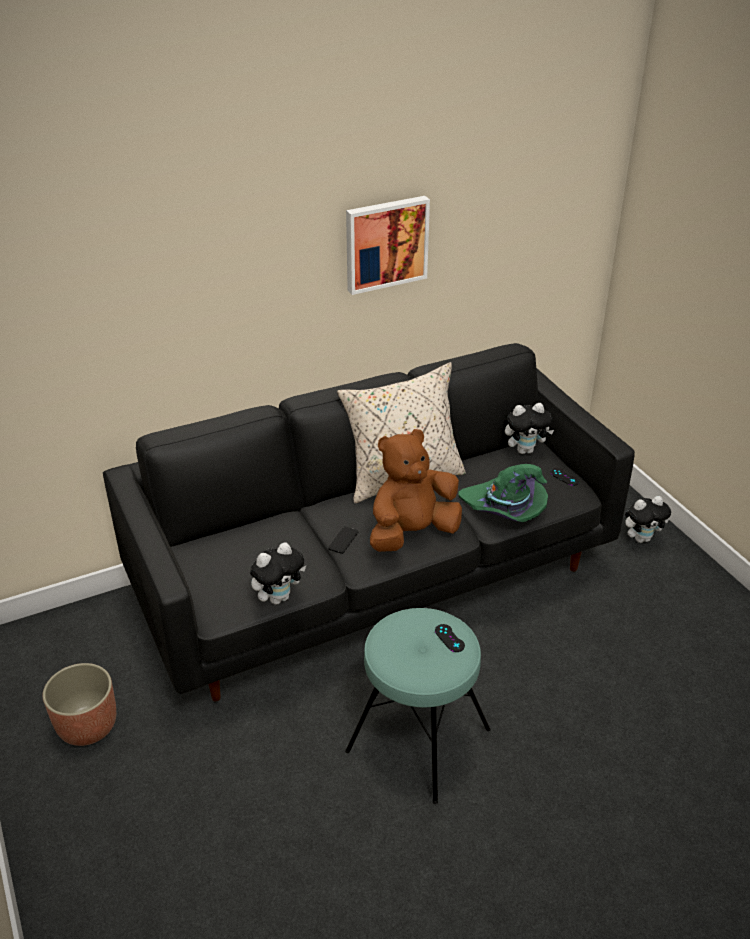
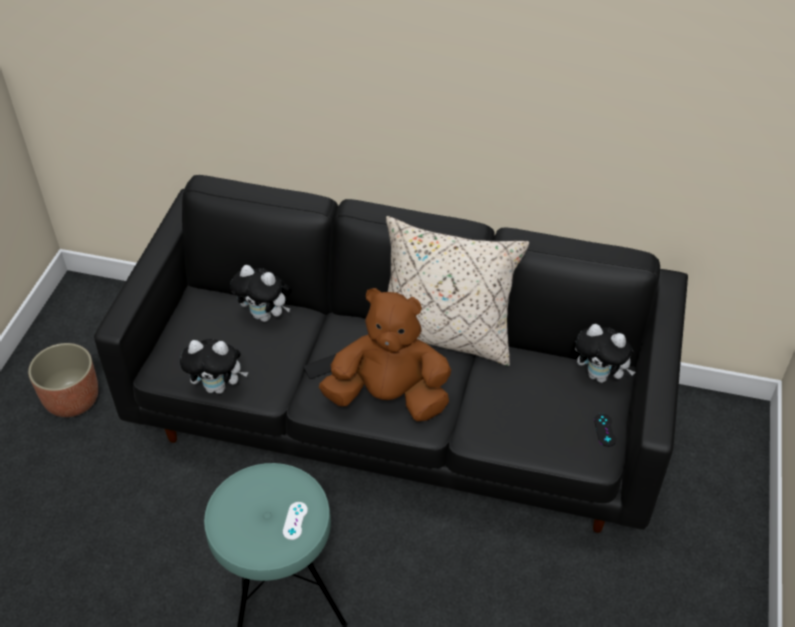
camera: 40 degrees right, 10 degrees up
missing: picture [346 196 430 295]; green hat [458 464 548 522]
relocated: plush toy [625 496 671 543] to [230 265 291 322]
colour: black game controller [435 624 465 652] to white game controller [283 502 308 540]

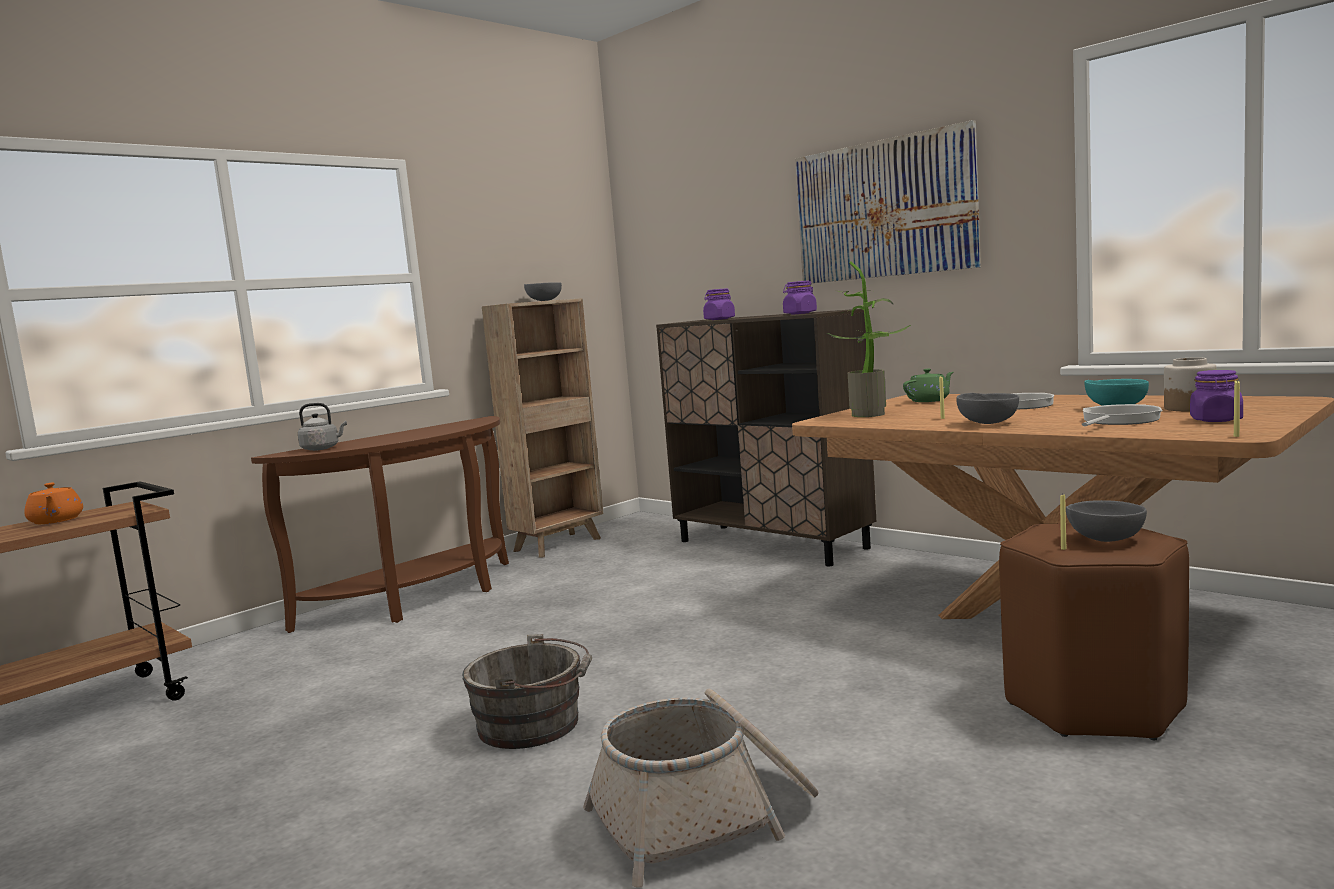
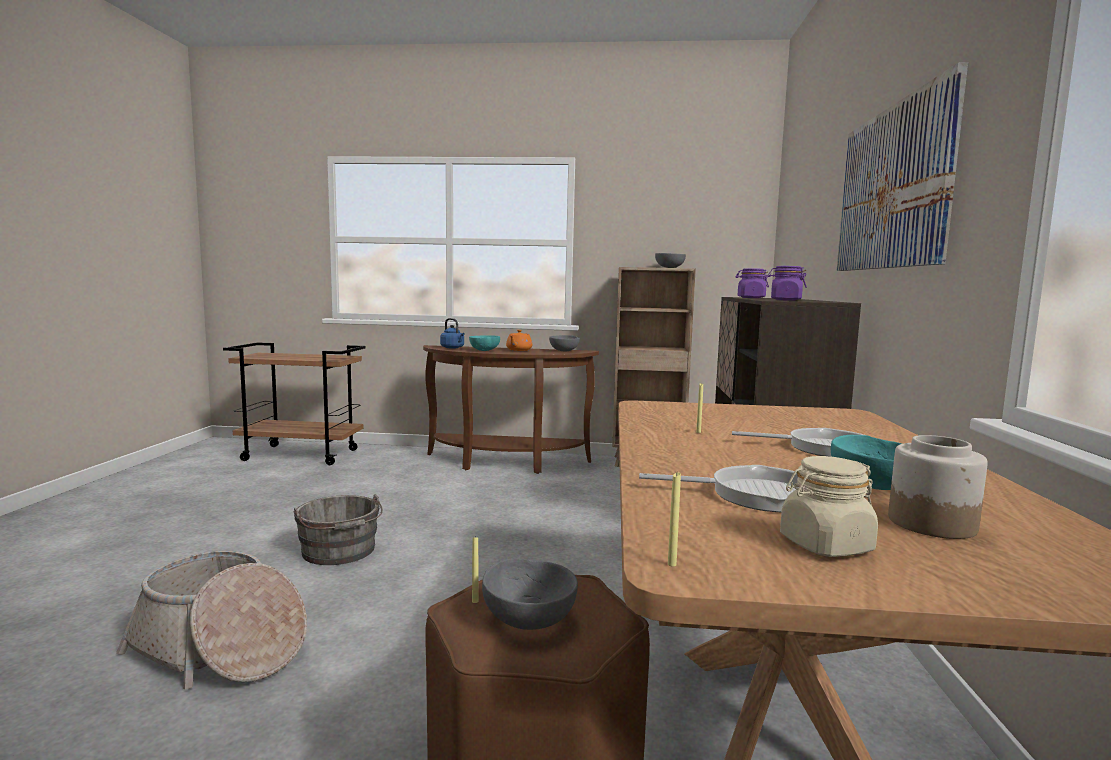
camera: 50 degrees right, 0 degrees up
missing: potted plant [826 261 911 417]; green teapot [903 369 953 402]
appeared: turquoise bowl [469 335 500 351]
relocated: orange teapot [24 483 83 524] to [506 330 532 351]; grey bowl [956 393 1019 424] to [549 335 580 351]
colour: grey kettle [298 403 347 451] to blue kettle [440 318 465 348]; purple jar [1190 370 1243 422] to beige jar [780 456 878 557]

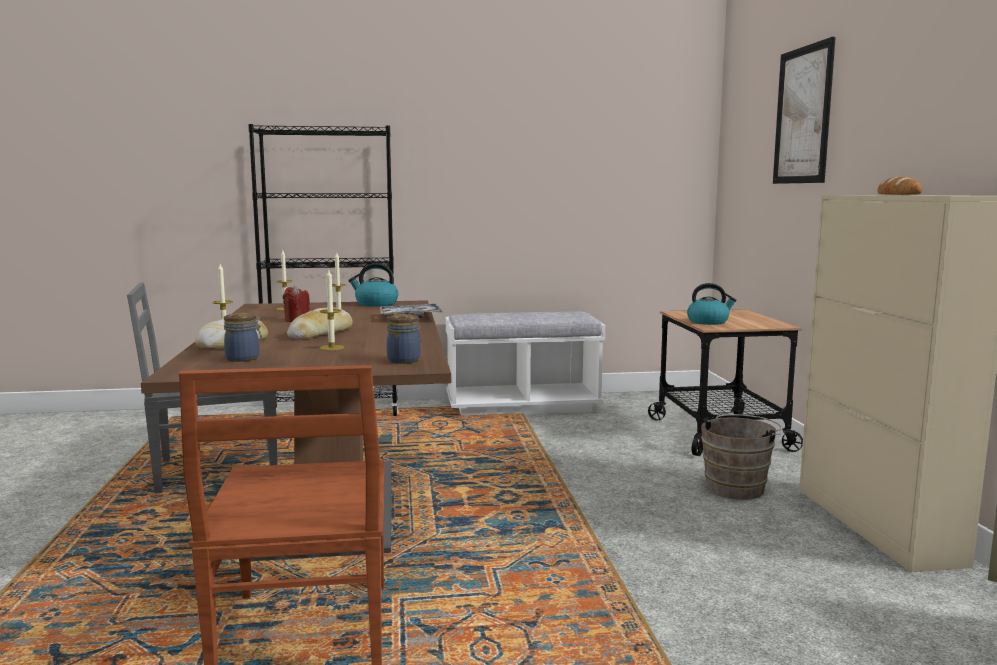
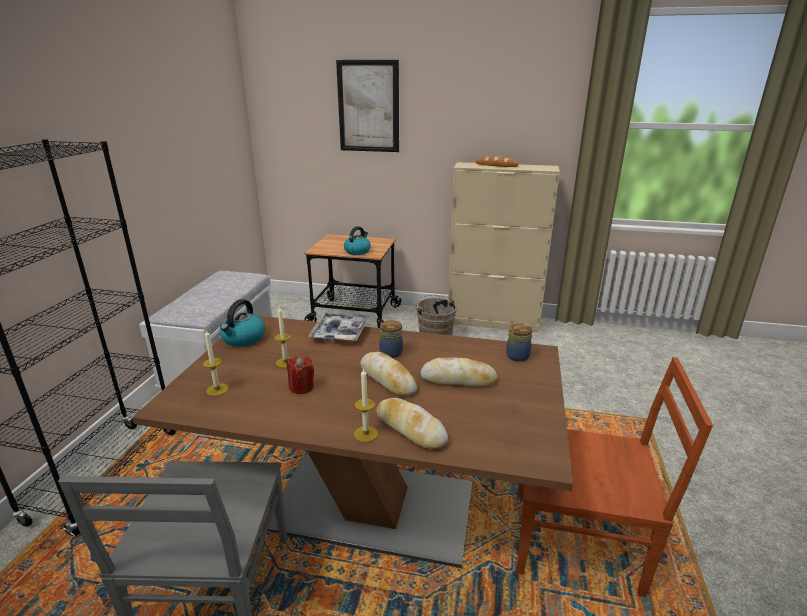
camera: 70 degrees left, 15 degrees up
relocated: jar [224 313 263 362] to [379 320 403 358]
exchanged: candle [319 270 344 351] to bread [421 357 497 387]

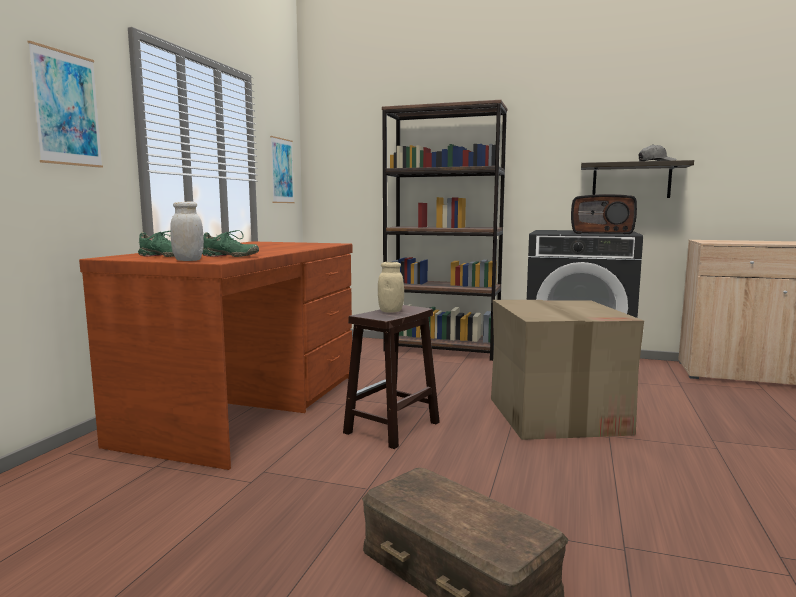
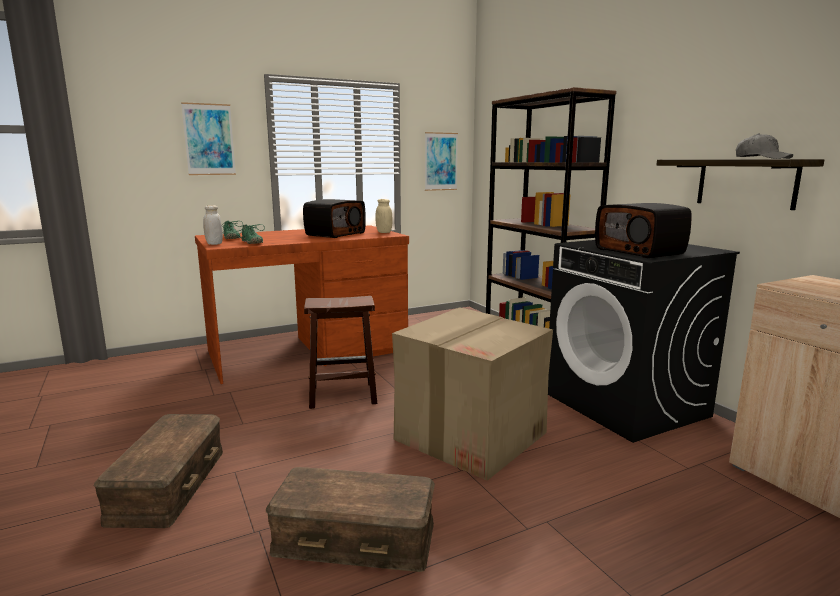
camera: 45 degrees right, 5 degrees up
appeared: brown storage box [266 467 435 572]; radio [303 199 366 238]
relocated: beige jar [378 262 404 312] to [376 199 392 233]

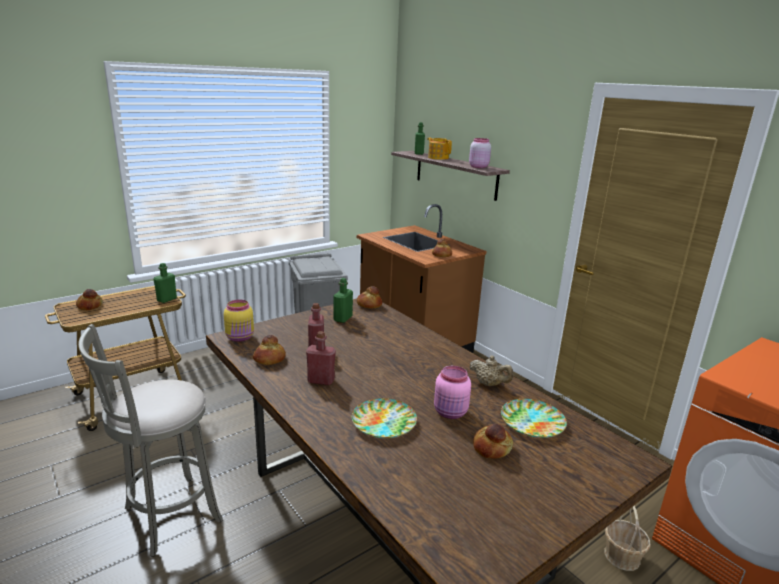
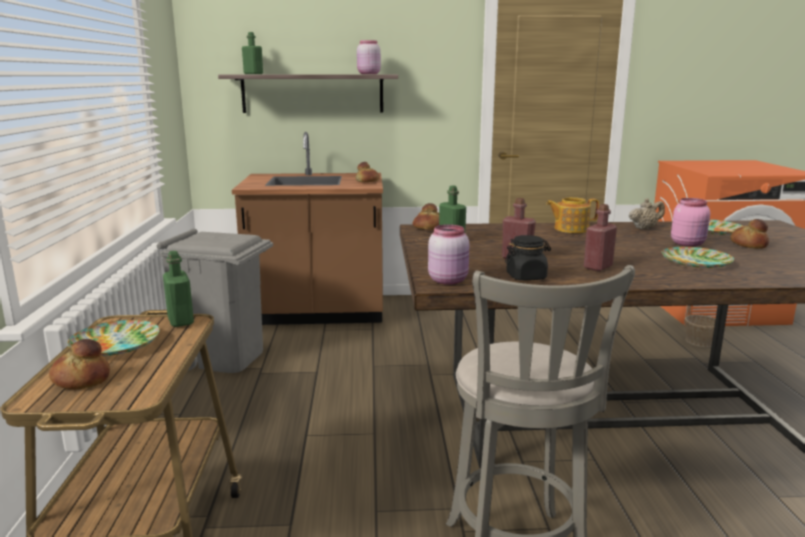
camera: 55 degrees left, 5 degrees down
appeared: plate [67 320 160 356]
relocated: teapot [427 138 452 160] to [546 197 599 233]
exchanged: bread [253 335 286 365] to black jar [505 235 551 280]
colour: yellow jar [224 299 254 342] to pink jar [428 224 469 285]

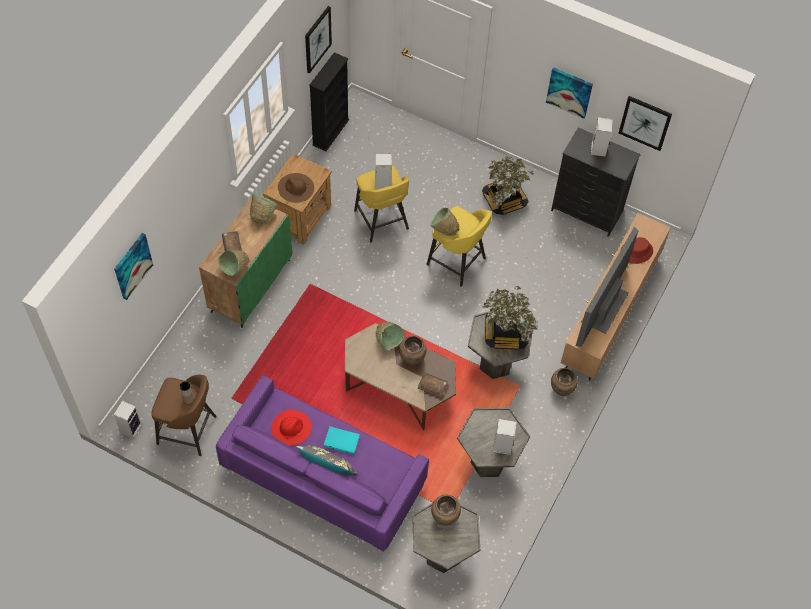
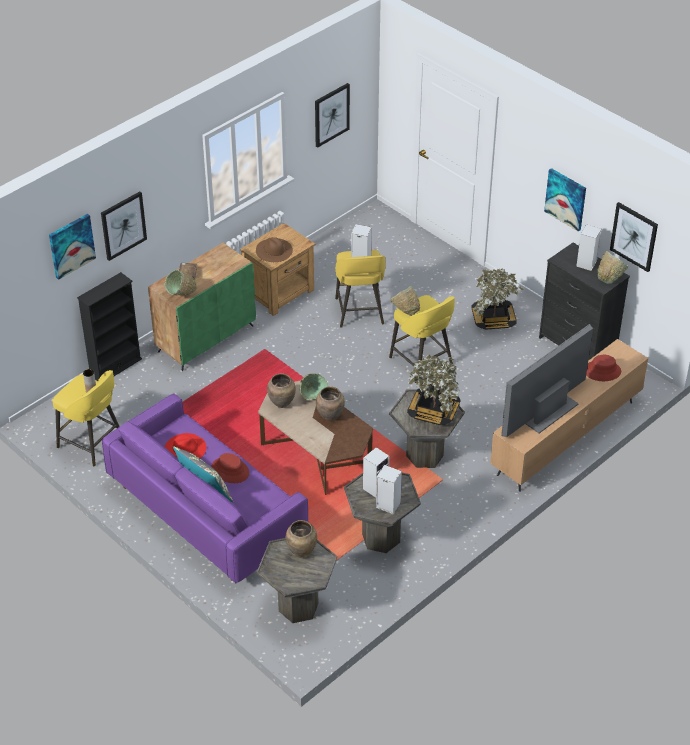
camera: 20 degrees right, 15 degrees down
missing: brown book [418 373 448 398]
appeared: picture [101 192 147 261]
relocated: speaker [113 401 142 439] to [363 447 389 498]; green bowl [250 194 277 224] to [597 251 628 284]; black bookcase [309 52 349 151] to [77 272 142 381]; brown vase [551 368 578 396] to [267 373 296 408]
exchanged: turquoise book [323 427 360 454] to red hat [212 453 249 483]
colour: brown stool [151 375 216 456] to yellow stool [53 370 120 466]

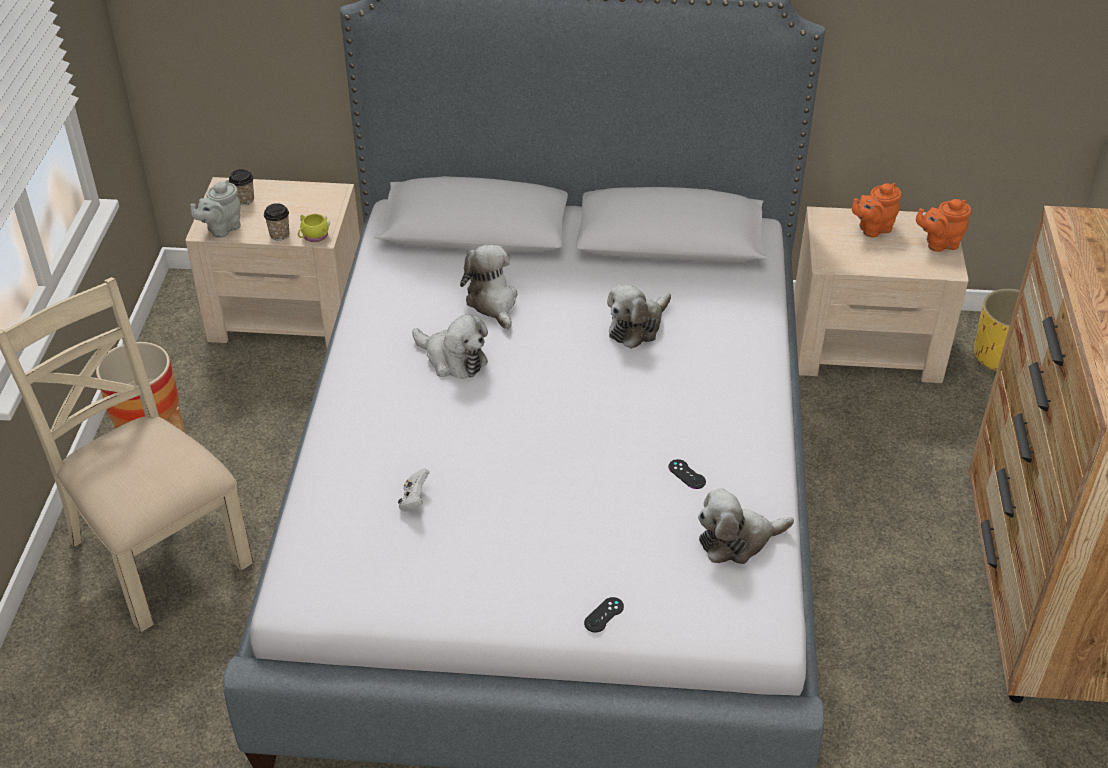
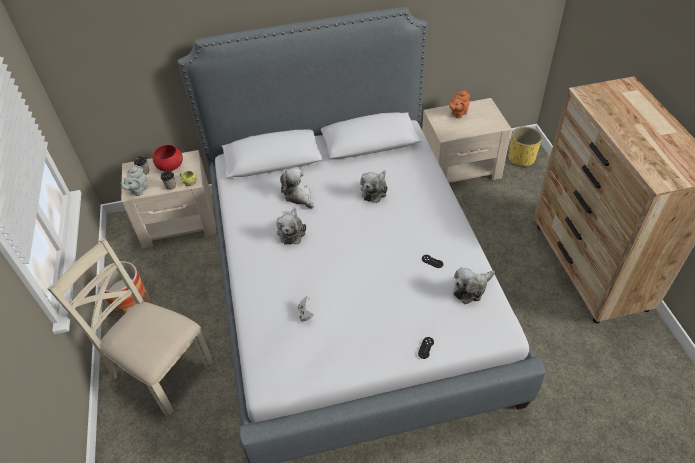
camera: 15 degrees left, 5 degrees up
missing: orange teapot [916 199 971 252]
appeared: red bowl [153 145 183 171]
spun: plush toy [412 314 488 379] = [276 208 306 244] 75 degrees clockwise

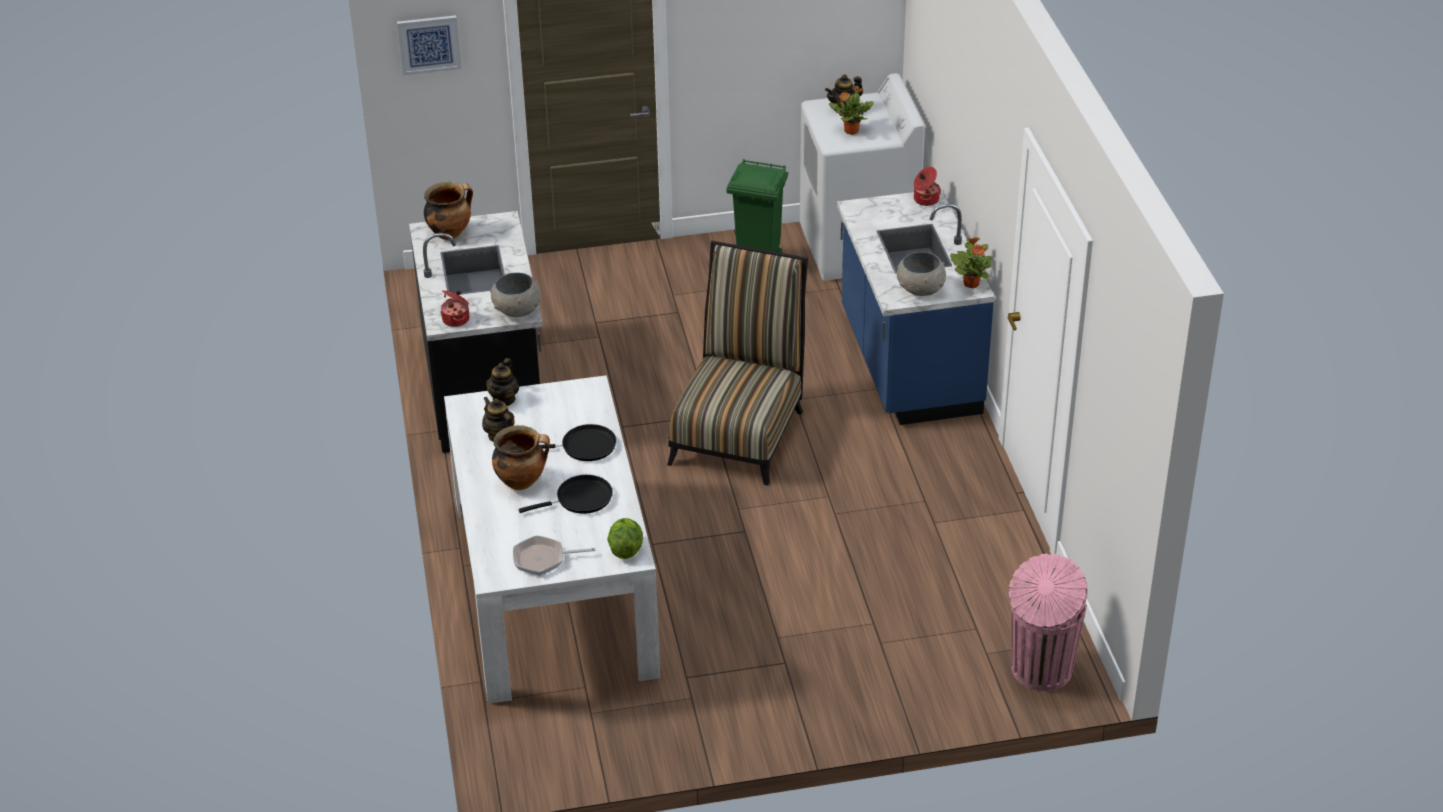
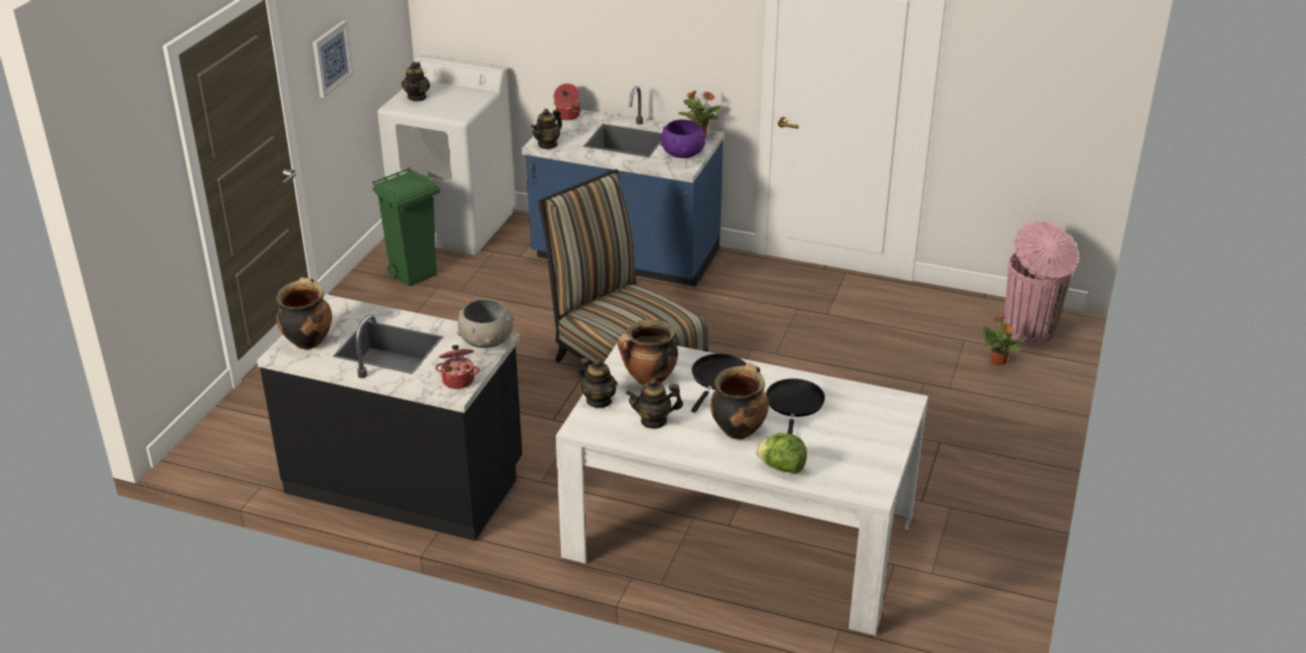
camera: 60 degrees left, 5 degrees down
missing: frying pan [513 535 595 576]
appeared: teapot [531 109 562 149]; cooking pot [617 320 678 385]
relocated: picture [397 15 461 75] to [313 21 353 98]; lettuce [607 518 643 559] to [756 433 807 473]; potted plant [829 85 874 135] to [983 316 1026 365]
colour: grey bowl [897 252 946 296] to purple bowl [660 119 707 158]

